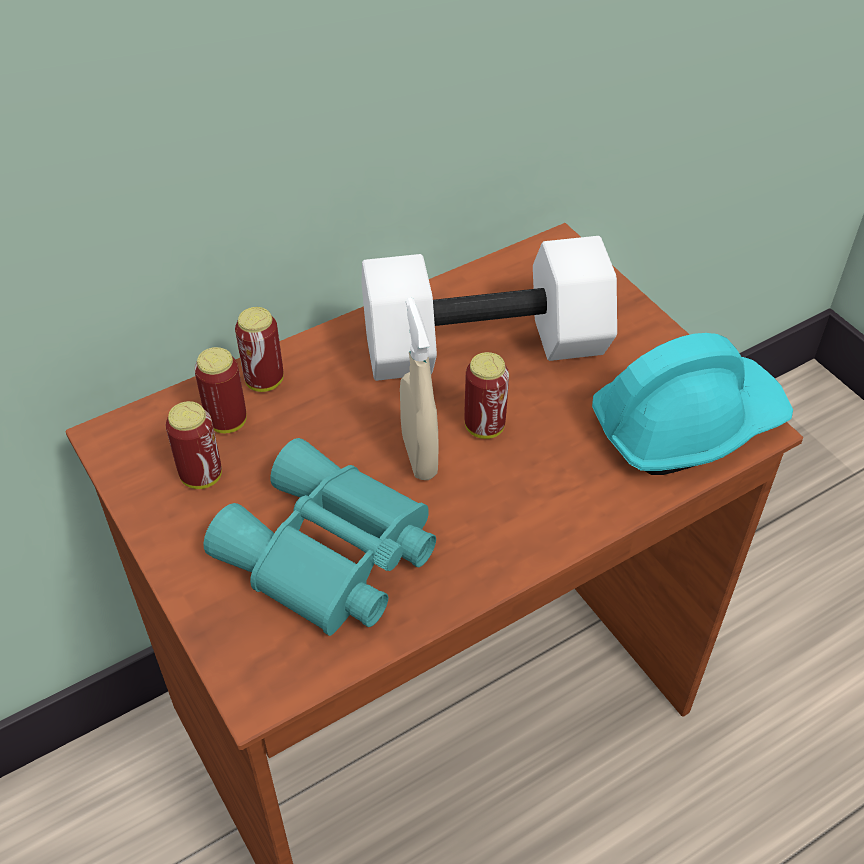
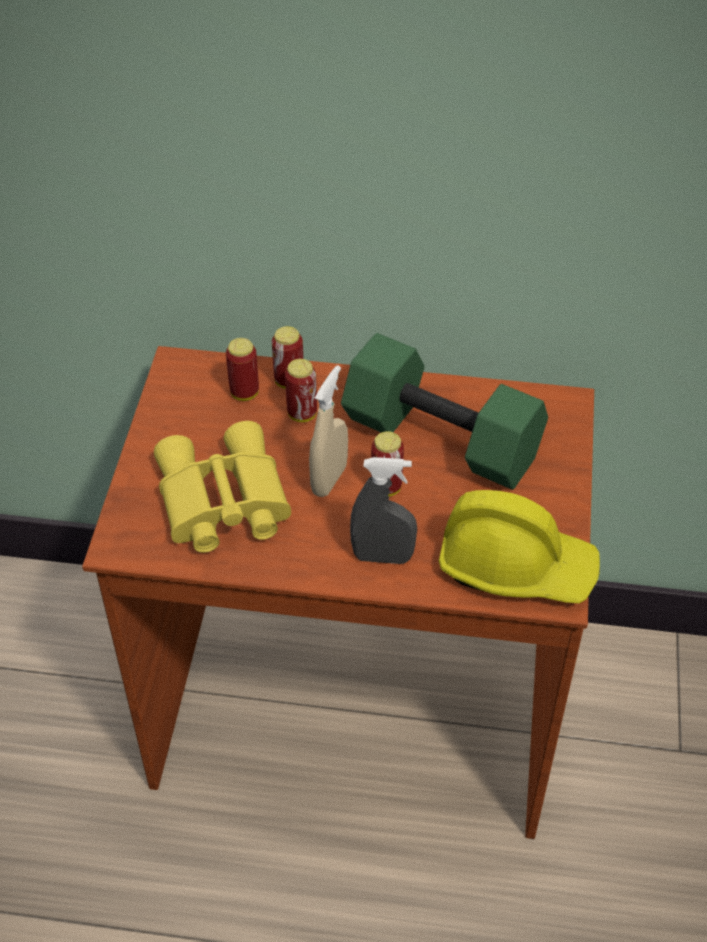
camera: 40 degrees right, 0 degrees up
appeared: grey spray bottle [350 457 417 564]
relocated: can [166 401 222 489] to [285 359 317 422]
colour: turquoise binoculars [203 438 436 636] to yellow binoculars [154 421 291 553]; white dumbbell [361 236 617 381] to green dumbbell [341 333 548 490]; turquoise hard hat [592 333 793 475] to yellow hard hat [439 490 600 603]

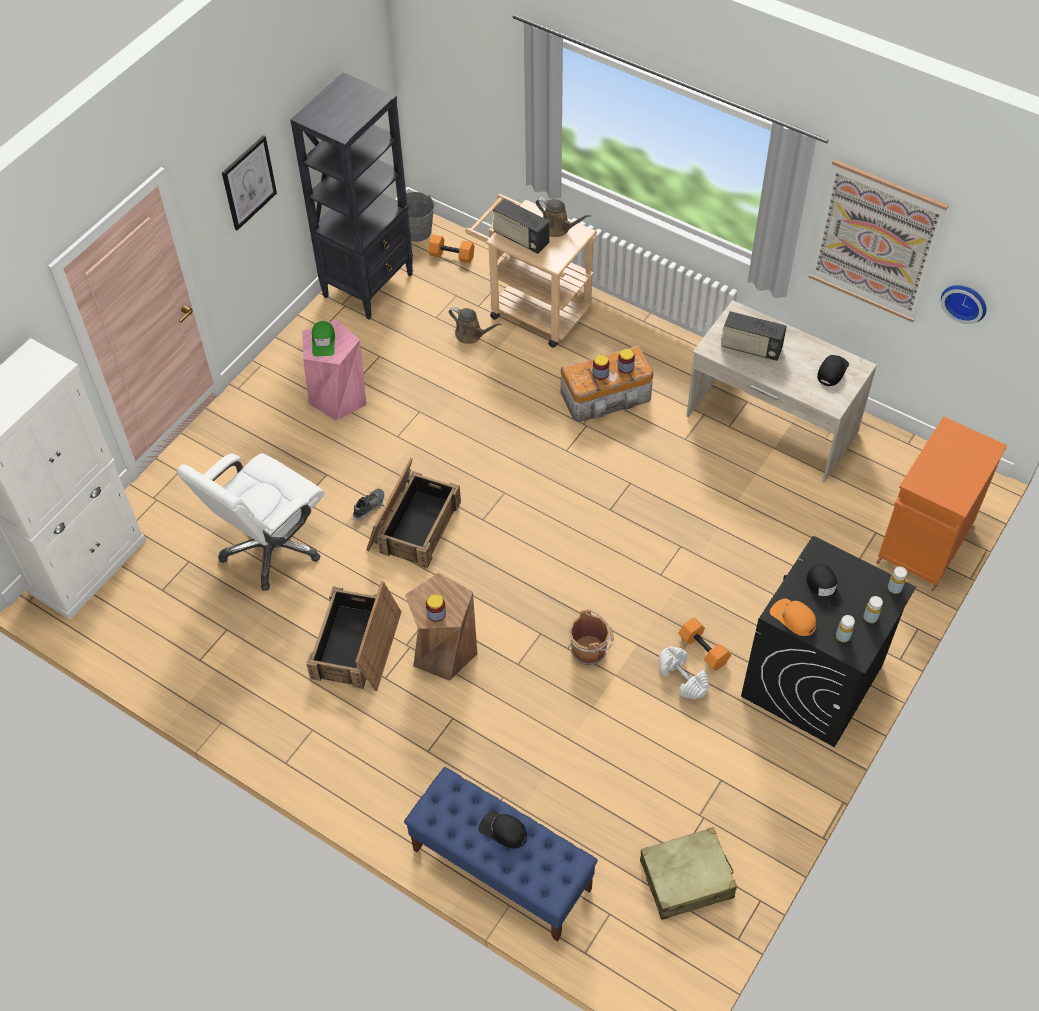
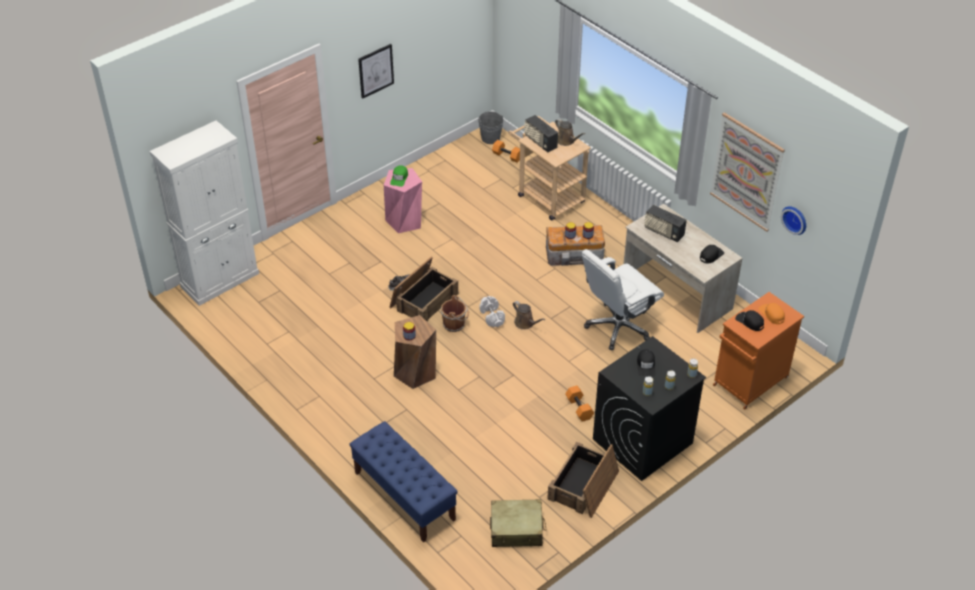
camera: 15 degrees right, 10 degrees down
missing: black bookcase [290 72 413 320]
relocated: white office chair [177 454 324 590] to [582 249 664 350]; crate [306 582 401 691] to [547 441 619 518]; brown watering can [449 307 502 344] to [513 301 545 330]; black cap [478 811 527 849] to [735 310 764 331]; brown bucket [569 609 614 665] to [441 295 469 332]; white dumbbell [659 646 709 699] to [479 296 505 327]; orange cap [770 599 816 636] to [758 303 785 324]

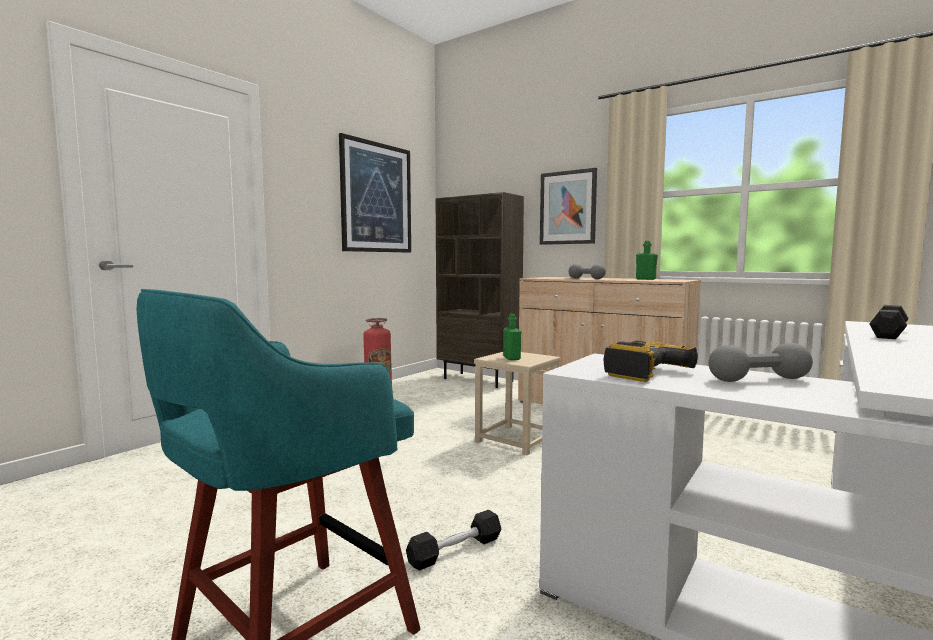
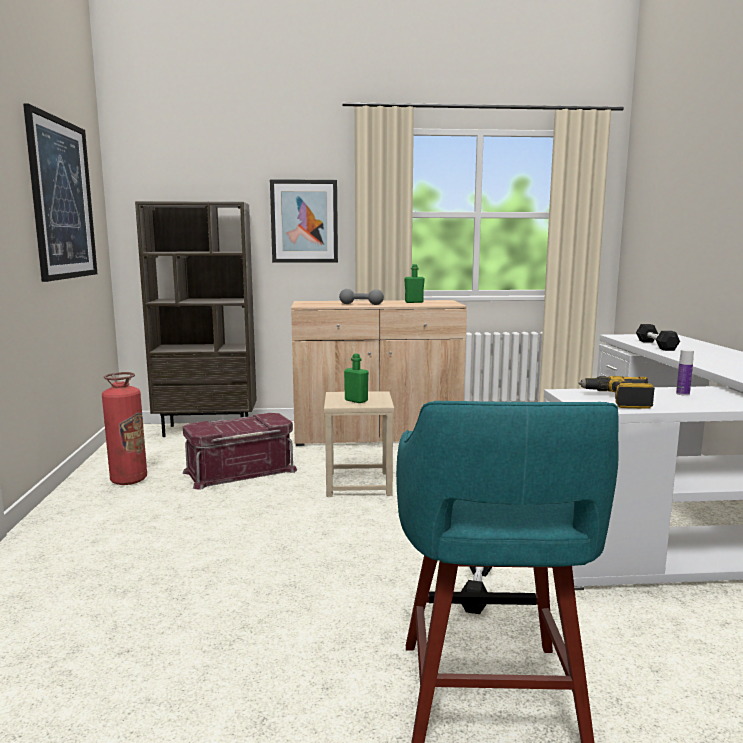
camera: 40 degrees left, 5 degrees up
appeared: red storage box [183 413 297 490]
exchanged: grey dumbbell [708 343 813 382] to bottle [676 349 694 396]

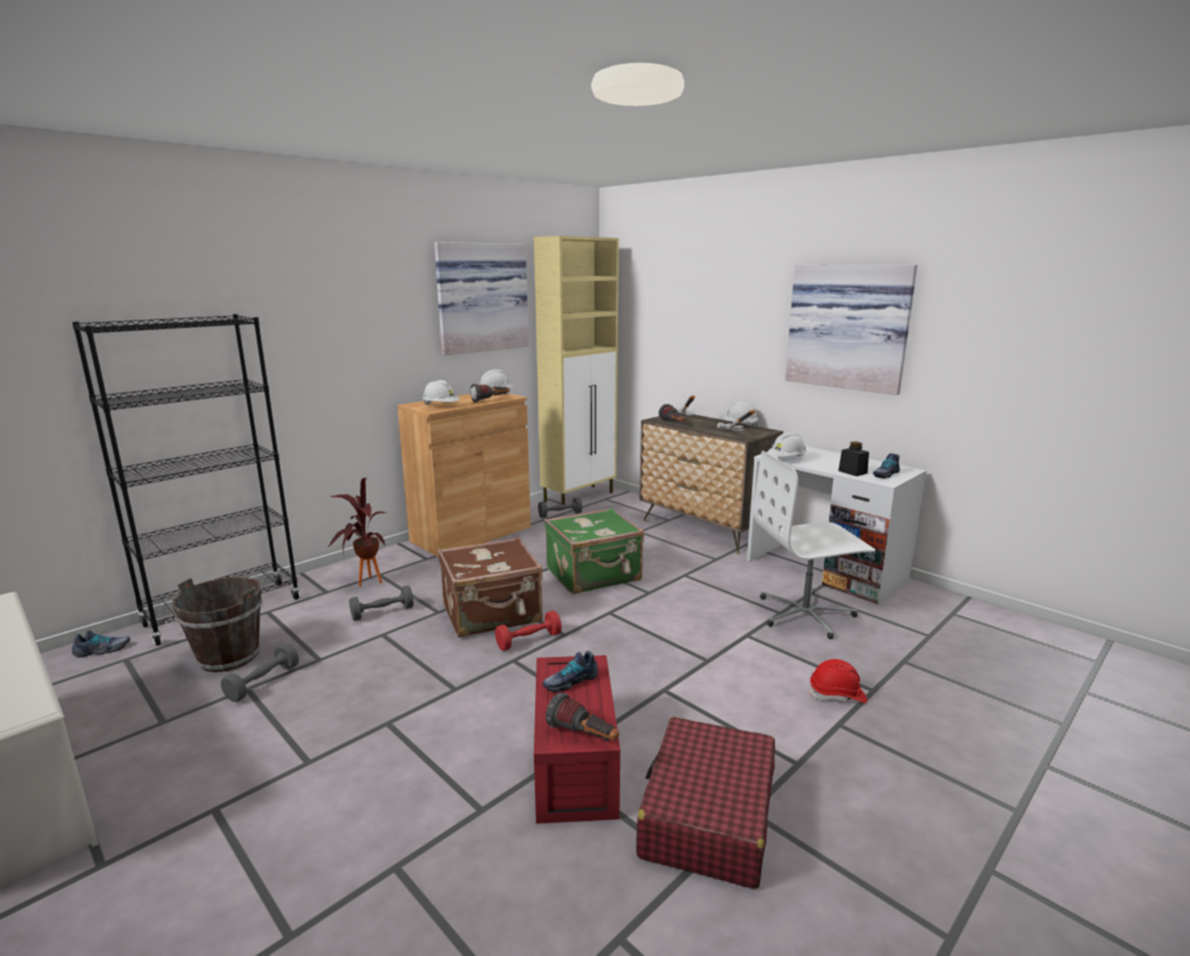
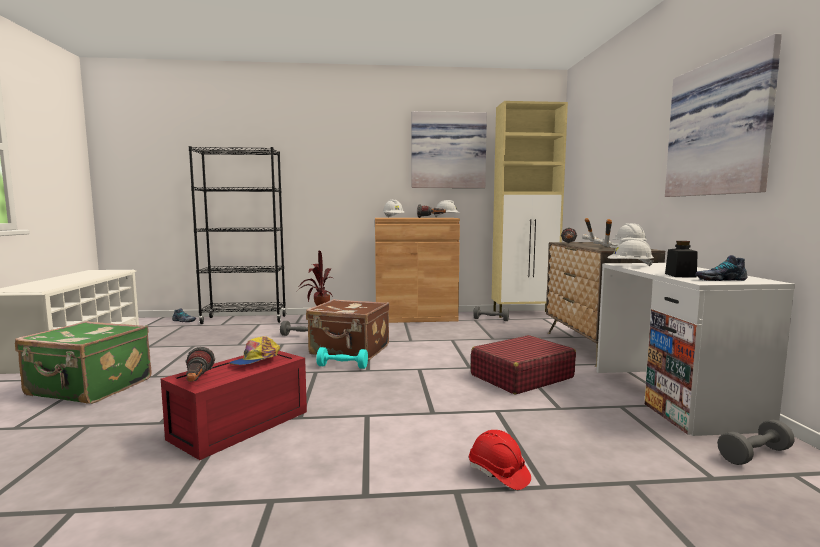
camera: 40 degrees right, 10 degrees down
missing: brown bucket [172 577 262 672]; white office chair [753 451 875 639]
relocated: grey dumbbell [221 643 299 702] to [717 420 795 465]; green suitcase [545 508 644 594] to [15 321 152 404]; red suitcase [636 717 775 889] to [471 335 576 395]
exchanged: shoe [543 651 598 692] to cap [229 336 280 365]
colour: red dumbbell [495 611 562 651] to turquoise dumbbell [316 347 368 369]

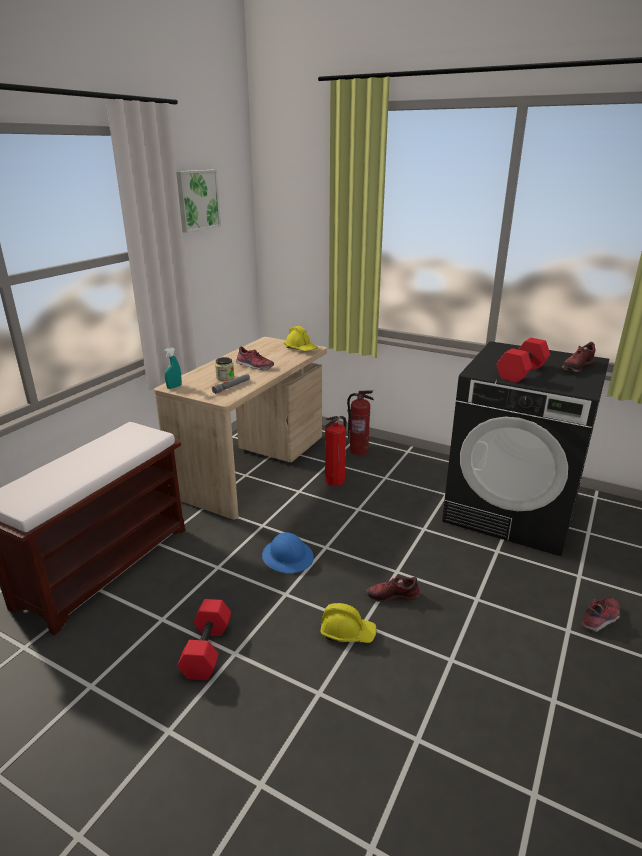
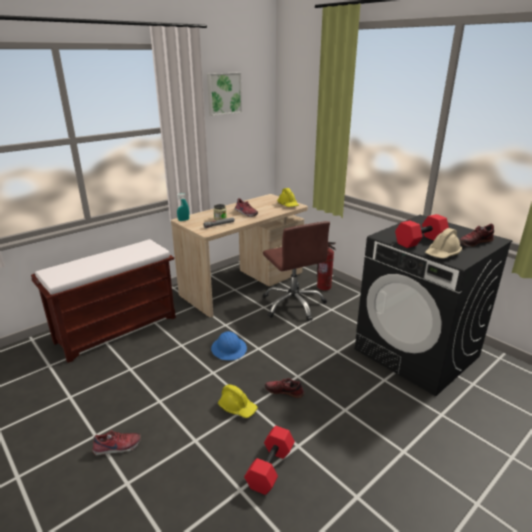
camera: 20 degrees right, 0 degrees up
appeared: beige hard hat [425 228 462 258]
relocated: red dumbbell [177 599 231 680] to [244 426 295 495]; shoe [581 597 620 632] to [92 430 141 455]
exchanged: fire extinguisher [325 416 347 486] to brown office chair [263 221 330 321]

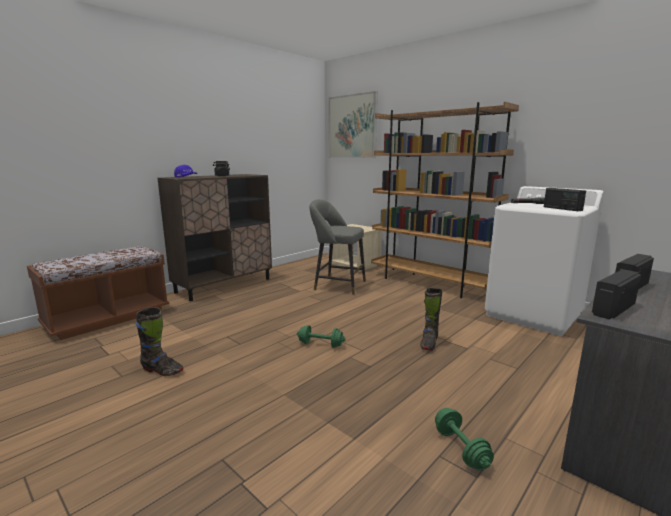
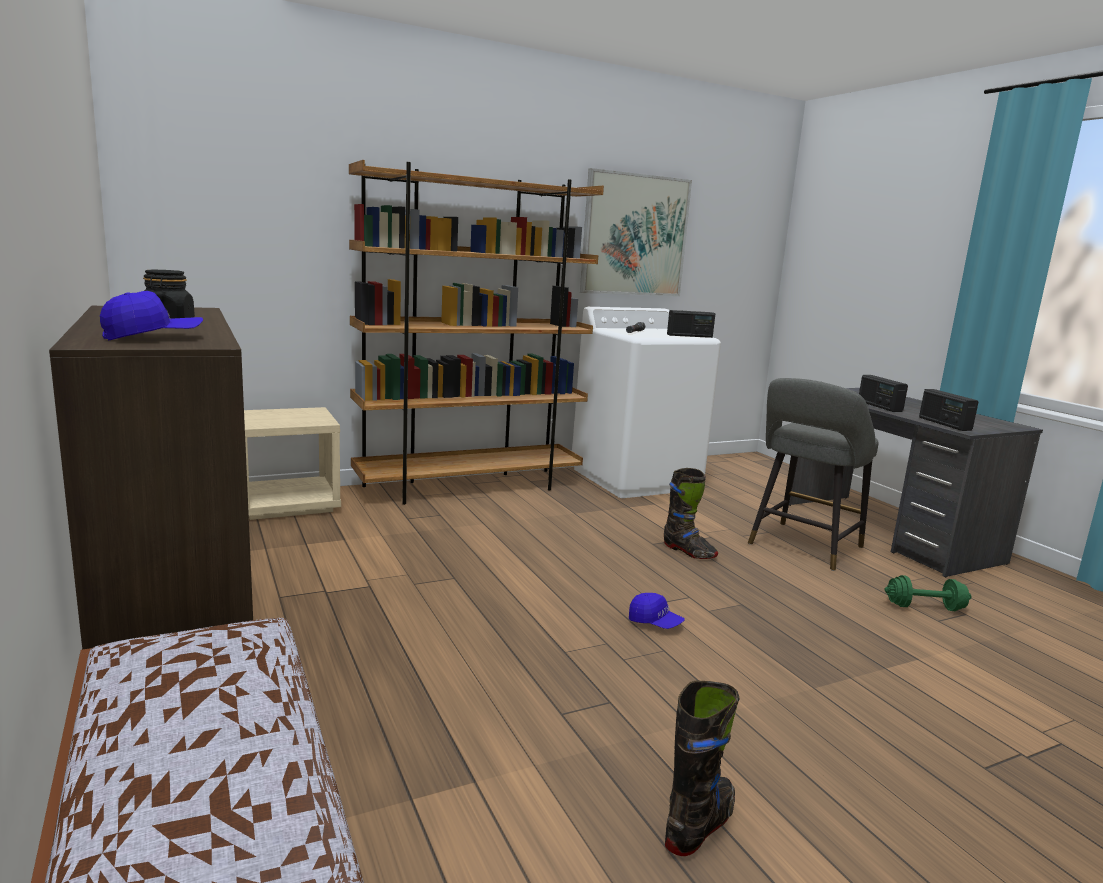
camera: 70 degrees left, 0 degrees up
relocated: grey stool [309 199 366 295] to [748 378 879 571]; picture [329 91 378 158] to [580 168 692 296]
exchanged: green dumbbell [297 325 346 348] to blue cap [629 593 685 629]

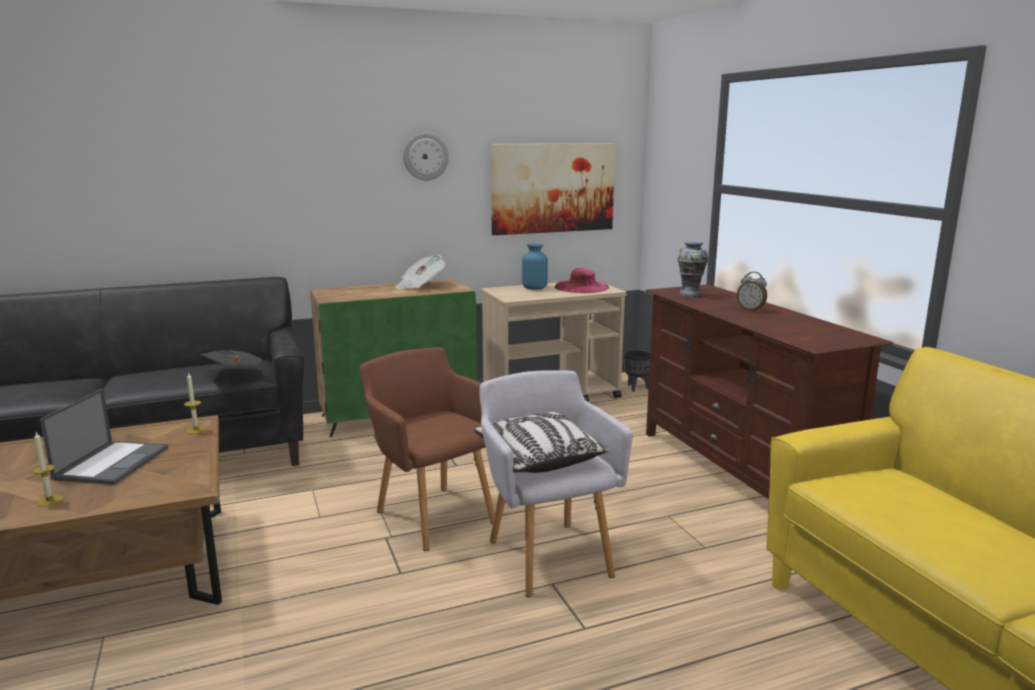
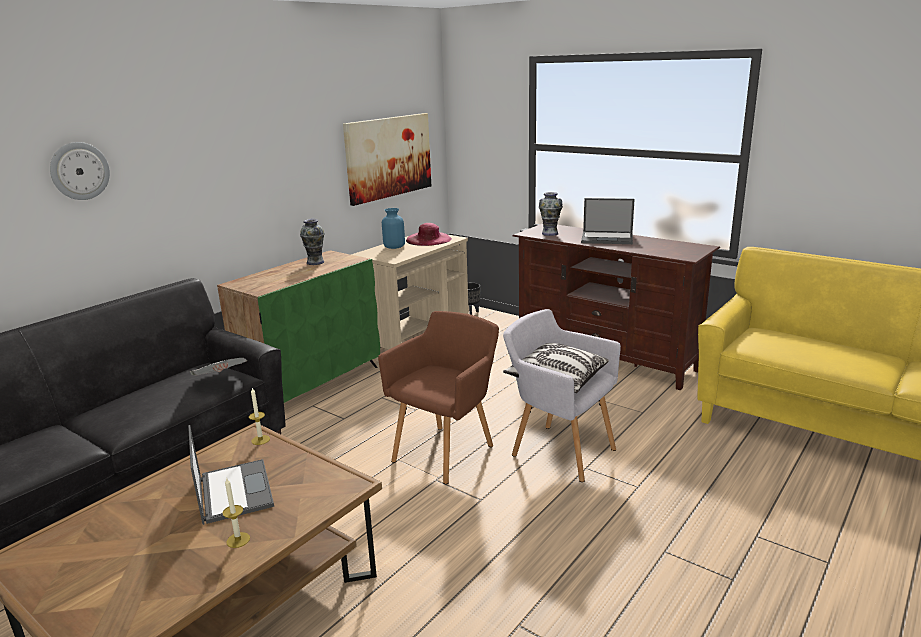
camera: 30 degrees left, 5 degrees up
relocated: wall clock [403 133 449 181] to [50 142 110 200]
exchanged: newspaper [396 255 446 289] to vase [300 219 325 265]; alarm clock [737 272 767 311] to laptop [581 198 635 244]
spun: brown armchair [360 348 495 551] = [378 311 499 484] 105 degrees clockwise

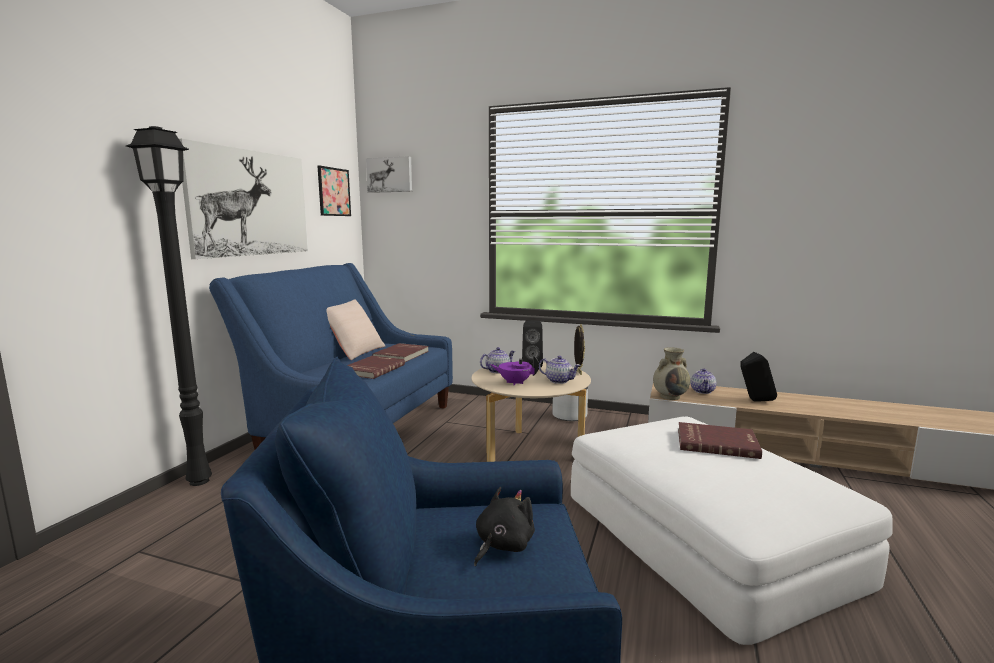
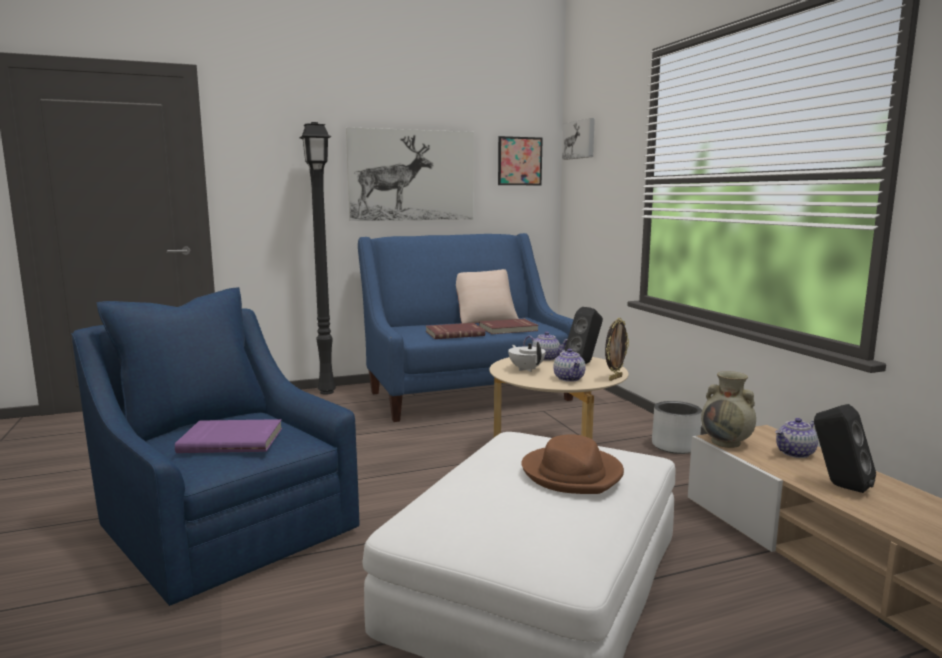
camera: 50 degrees right, 0 degrees up
exchanged: black plush toy [474 487 535 566] to purple book [175 419 282 453]; red book [678 422 762 459] to brown hat [521 434 624 494]
colour: purple teapot [490 355 539 385] to white teapot [508 342 546 372]

